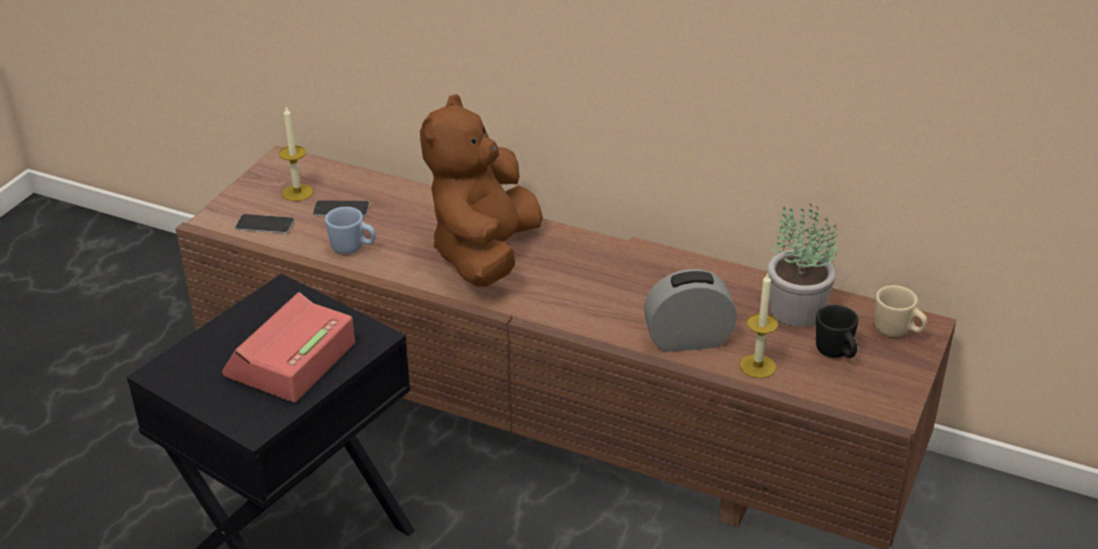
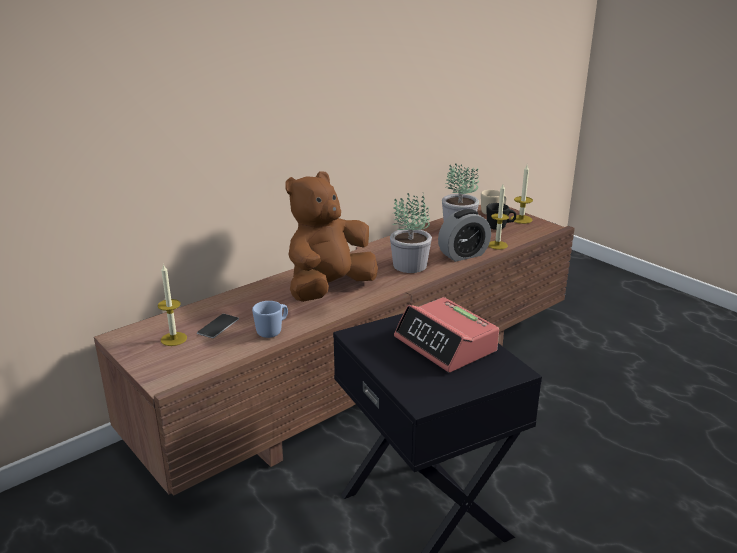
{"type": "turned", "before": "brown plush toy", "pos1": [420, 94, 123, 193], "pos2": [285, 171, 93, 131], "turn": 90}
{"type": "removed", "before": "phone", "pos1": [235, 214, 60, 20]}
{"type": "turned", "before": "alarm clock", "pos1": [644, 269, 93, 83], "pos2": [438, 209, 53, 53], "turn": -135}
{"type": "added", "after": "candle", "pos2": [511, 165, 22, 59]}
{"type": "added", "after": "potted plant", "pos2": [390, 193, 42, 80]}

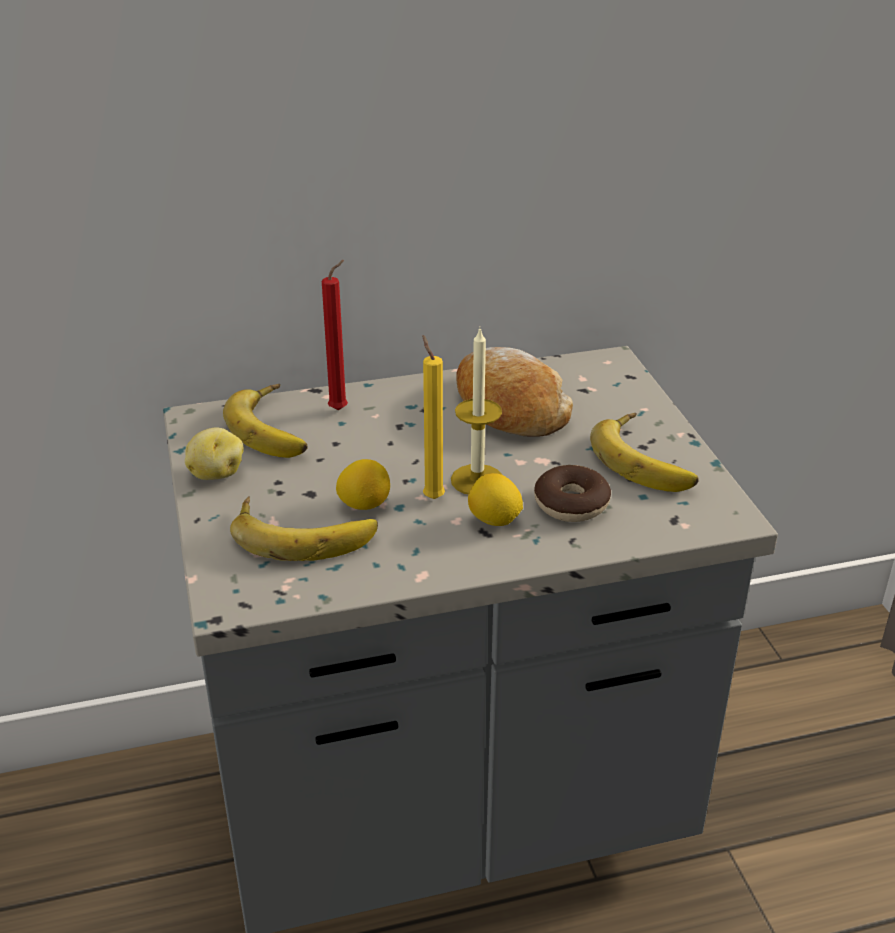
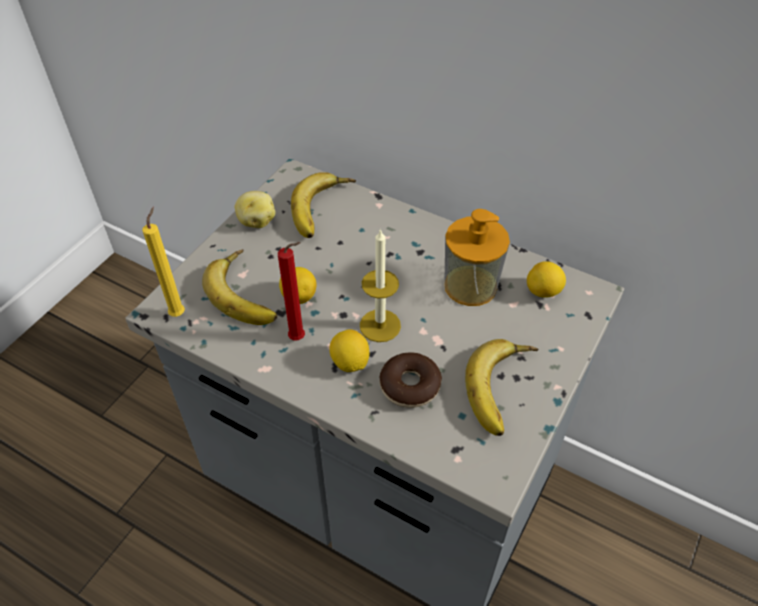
{"type": "moved", "before": "red candle", "pos1": [322, 260, 26, 150], "pos2": [278, 242, 27, 99]}
{"type": "moved", "before": "yellow candle", "pos1": [422, 335, 23, 164], "pos2": [142, 207, 43, 110]}
{"type": "replaced", "before": "bread", "after": "soap dispenser", "pos1": [456, 347, 117, 90], "pos2": [444, 209, 66, 97]}
{"type": "added", "after": "lemon", "pos2": [527, 261, 39, 37]}

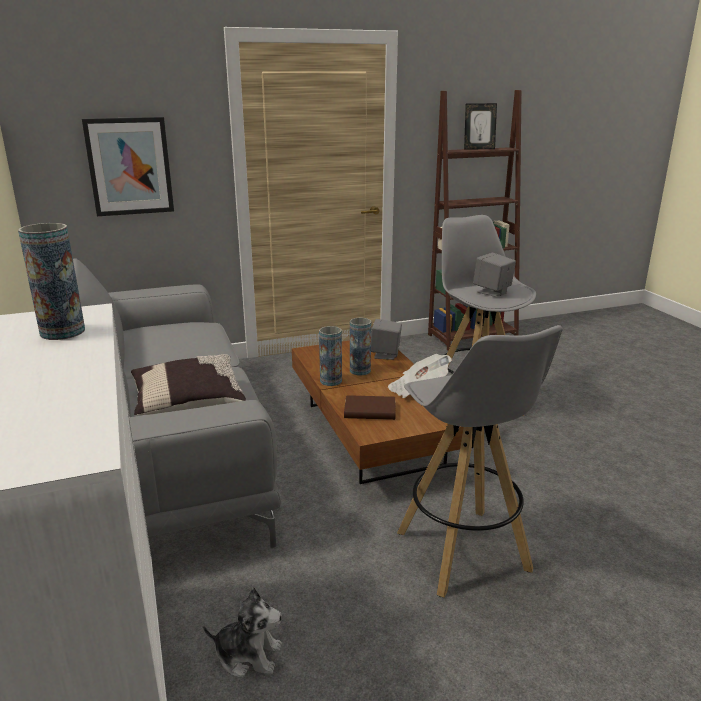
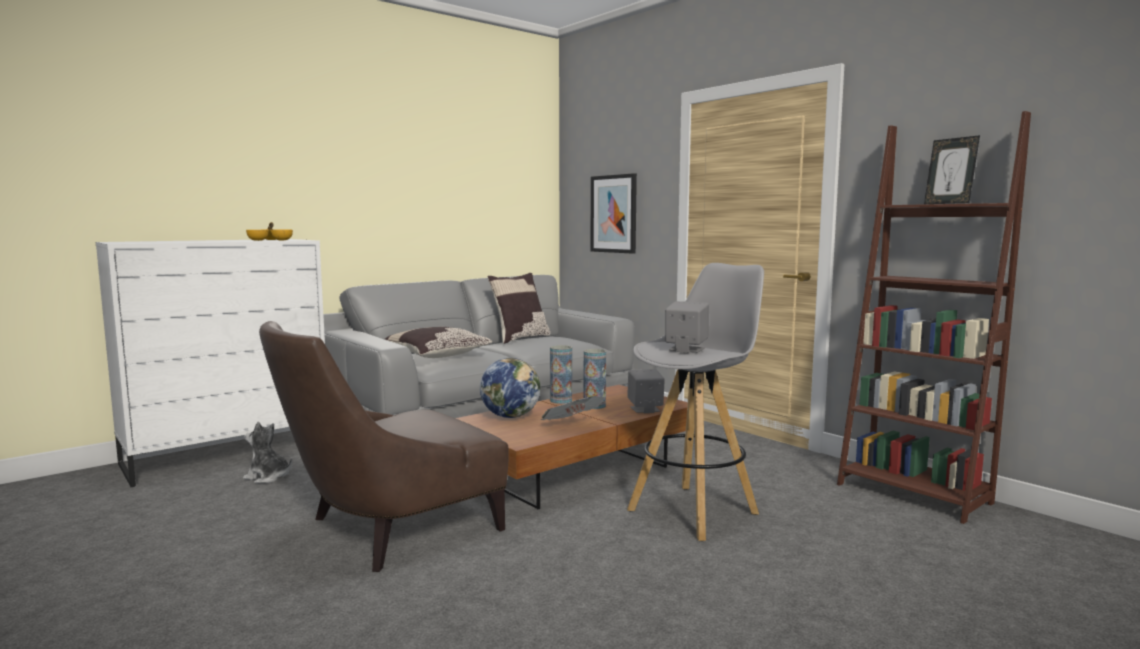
{"type": "replaced", "before": "vase", "after": "bowl", "pos1": [18, 223, 67, 117], "pos2": [246, 222, 47, 19]}
{"type": "replaced", "before": "grey stool", "after": "brown armchair", "pos1": [397, 325, 166, 273], "pos2": [259, 321, 250, 251]}
{"type": "replaced", "before": "brown book", "after": "globe", "pos1": [344, 395, 52, 25], "pos2": [480, 358, 60, 60]}
{"type": "turned", "before": "plush toy", "pos1": [203, 587, 79, 91], "pos2": [243, 422, 49, 61], "turn": 120}
{"type": "added", "after": "pillow", "pos2": [487, 273, 63, 71]}

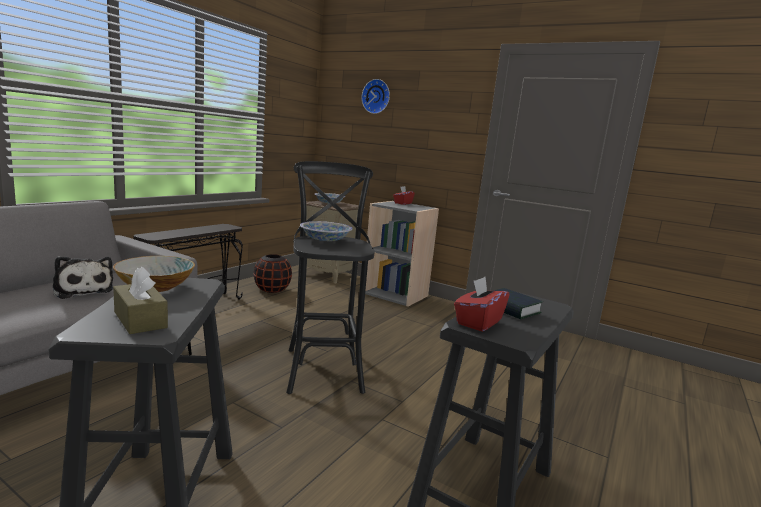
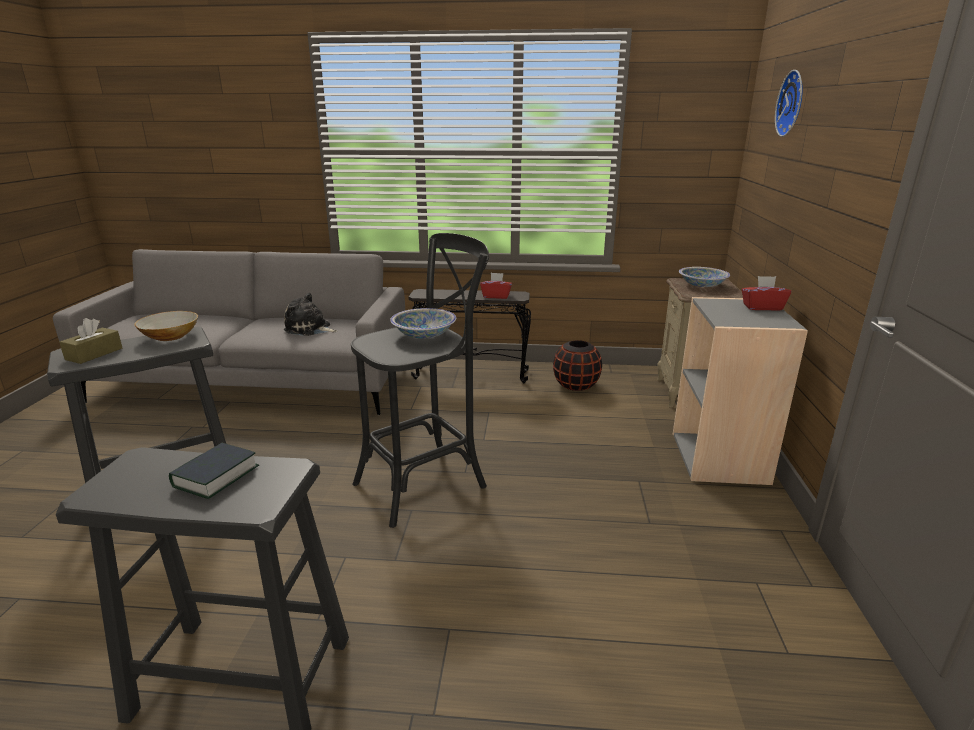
{"type": "turned", "before": "plush toy", "pos1": [53, 256, 60, 43], "pos2": [284, 293, 54, 43], "turn": 90}
{"type": "moved", "before": "red tissue box", "pos1": [454, 277, 56, 55], "pos2": [480, 273, 32, 26]}

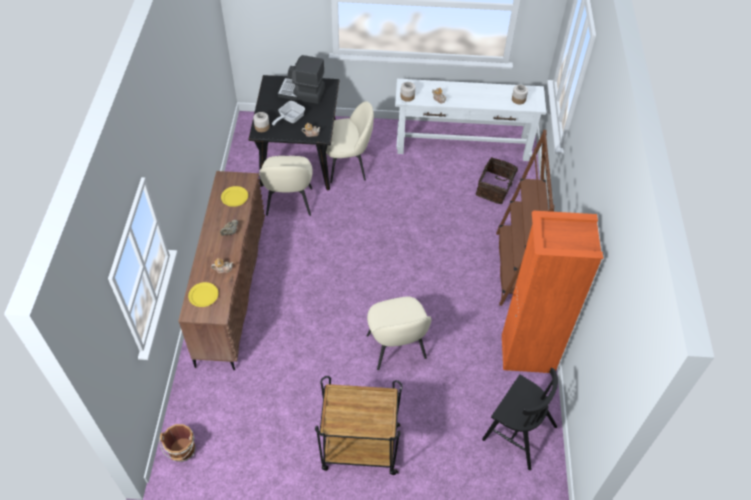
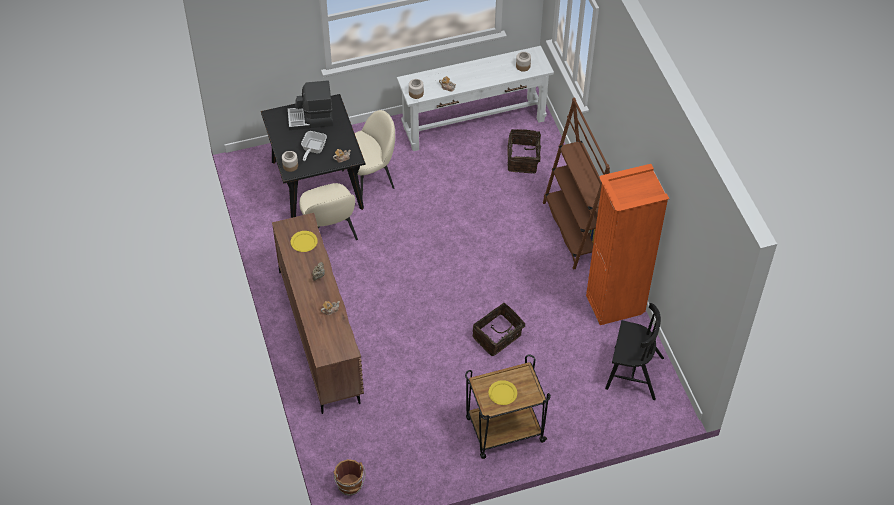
{"type": "moved", "before": "yellow plate", "pos1": [188, 282, 31, 25], "pos2": [488, 380, 29, 25]}
{"type": "replaced", "before": "beige chair", "after": "basket", "pos1": [366, 297, 65, 73], "pos2": [473, 303, 52, 53]}

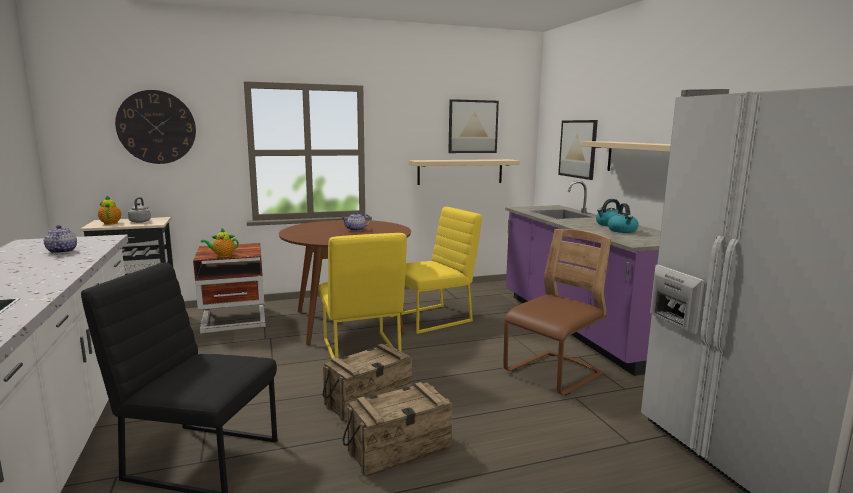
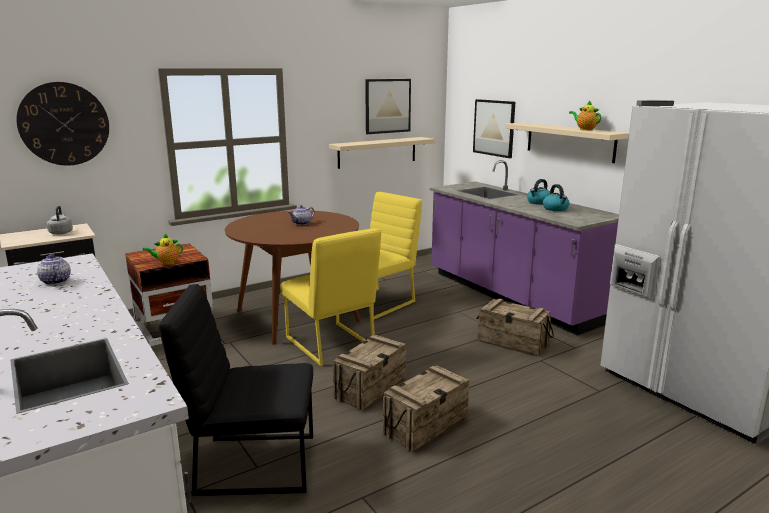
{"type": "moved", "before": "teapot", "pos1": [98, 195, 23, 30], "pos2": [569, 100, 32, 31]}
{"type": "replaced", "before": "brown chair", "after": "crate", "pos1": [503, 229, 108, 166], "pos2": [477, 298, 77, 59]}

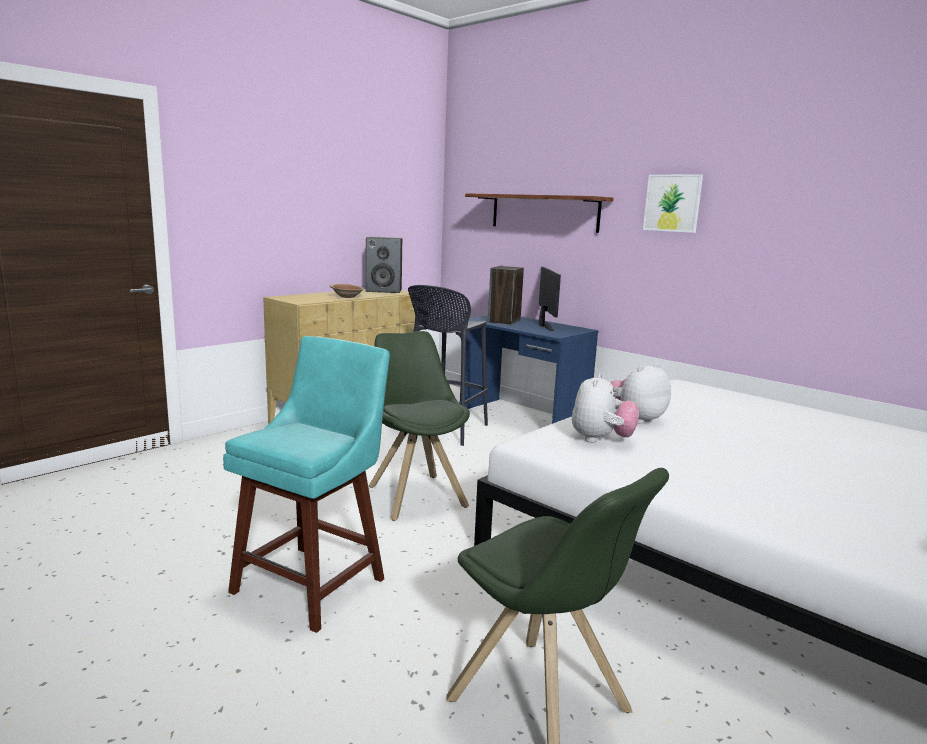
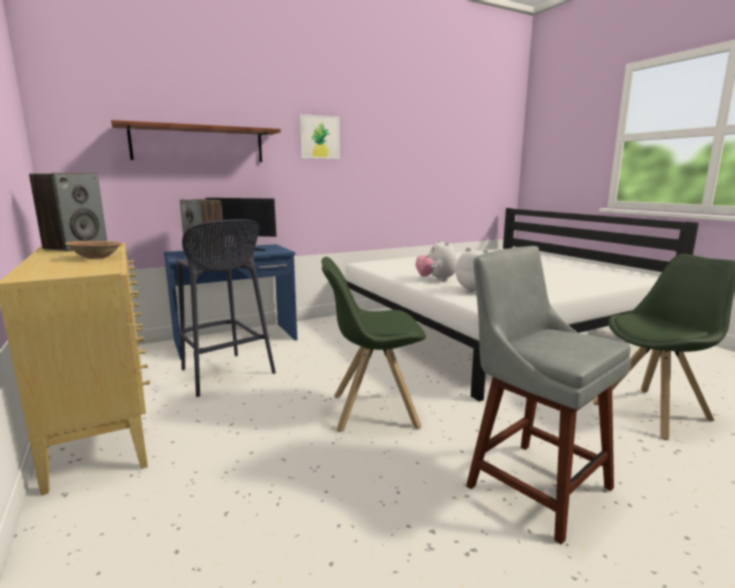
{"type": "recoloured", "before": "turquoise chair", "after": "grey chair", "pos1": [223, 336, 167, 297], "pos2": [466, 246, 165, 299]}

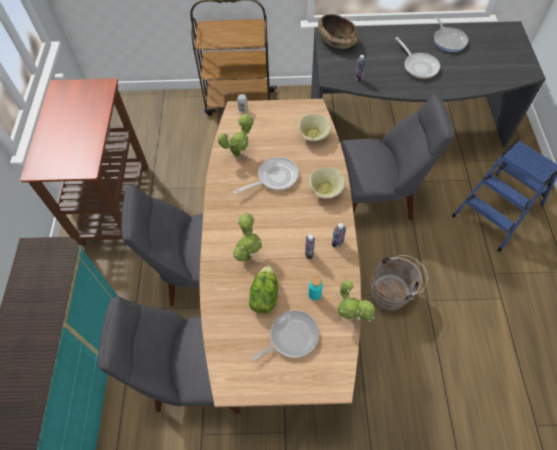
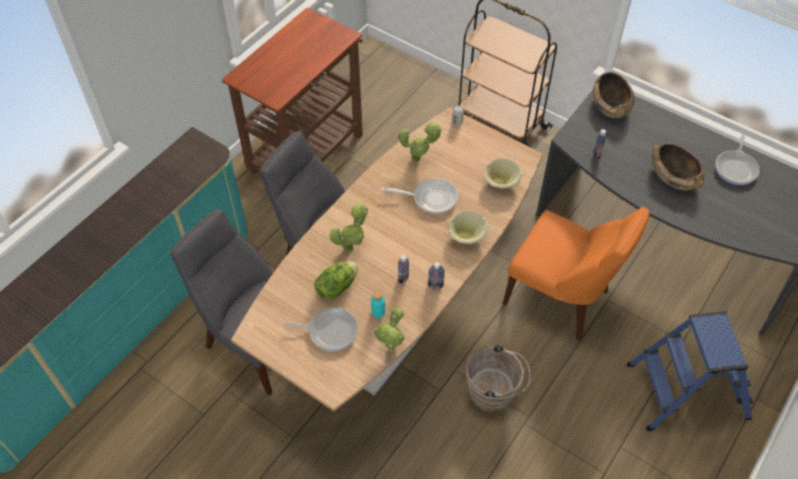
{"type": "replaced", "before": "frying pan", "after": "brown bowl", "pos1": [395, 37, 45, 42], "pos2": [652, 143, 53, 47]}
{"type": "recoloured", "before": "grey chair", "after": "orange chair", "pos1": [341, 94, 113, 126], "pos2": [503, 207, 147, 134]}

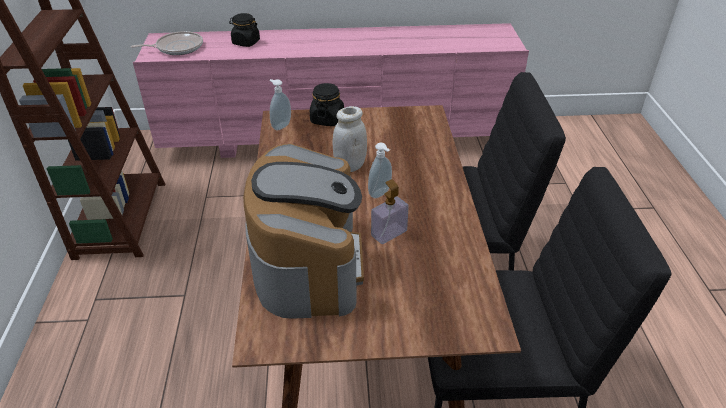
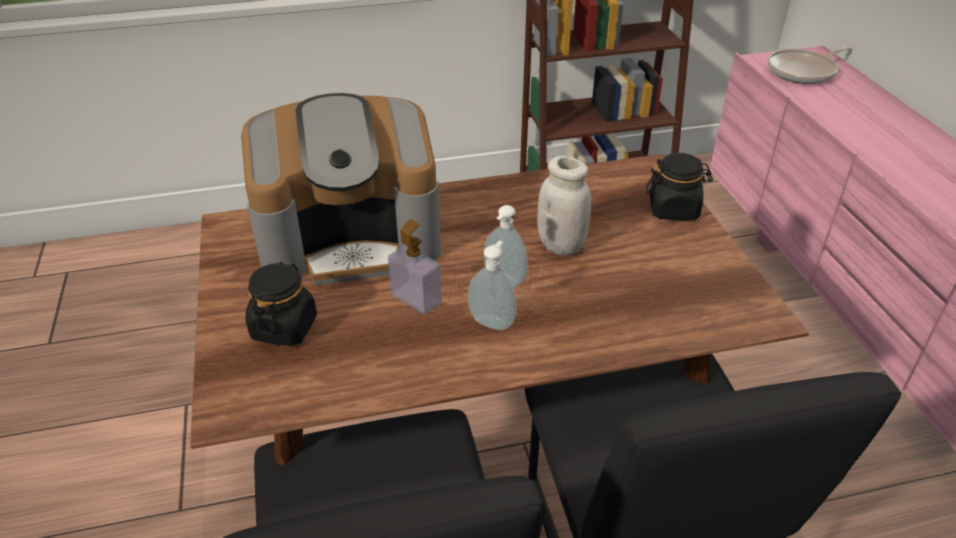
{"type": "moved", "before": "black jar", "pos1": [229, 13, 31, 34], "pos2": [245, 262, 72, 84]}
{"type": "turned", "before": "frying pan", "pos1": [131, 31, 72, 24], "pos2": [767, 46, 84, 38], "turn": 90}
{"type": "moved", "before": "soap dispenser", "pos1": [270, 79, 21, 51], "pos2": [468, 241, 49, 89]}

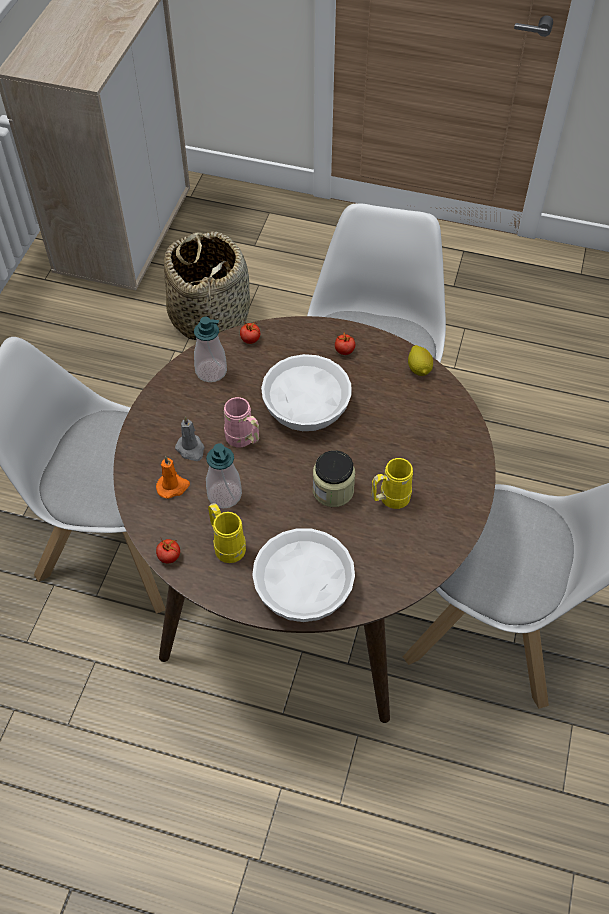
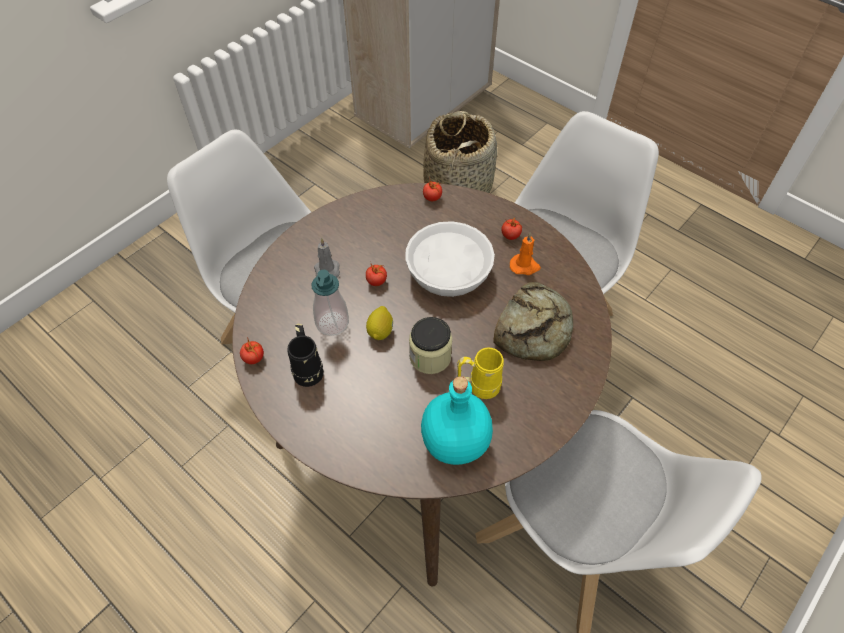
{"type": "removed", "before": "soap dispenser", "pos1": [194, 317, 33, 65]}
{"type": "moved", "before": "lemon", "pos1": [408, 345, 25, 31], "pos2": [366, 306, 27, 34]}
{"type": "replaced", "before": "pink mug", "after": "tomato", "pos1": [224, 397, 35, 50], "pos2": [366, 264, 21, 22]}
{"type": "moved", "before": "orange candle", "pos1": [156, 456, 34, 43], "pos2": [510, 233, 31, 42]}
{"type": "recoloured", "before": "yellow mug", "after": "black mug", "pos1": [208, 503, 38, 60], "pos2": [287, 323, 37, 64]}
{"type": "removed", "before": "white bowl", "pos1": [252, 528, 103, 94]}
{"type": "added", "after": "bread", "pos2": [493, 282, 80, 79]}
{"type": "added", "after": "turquoise bottle", "pos2": [421, 376, 72, 89]}

